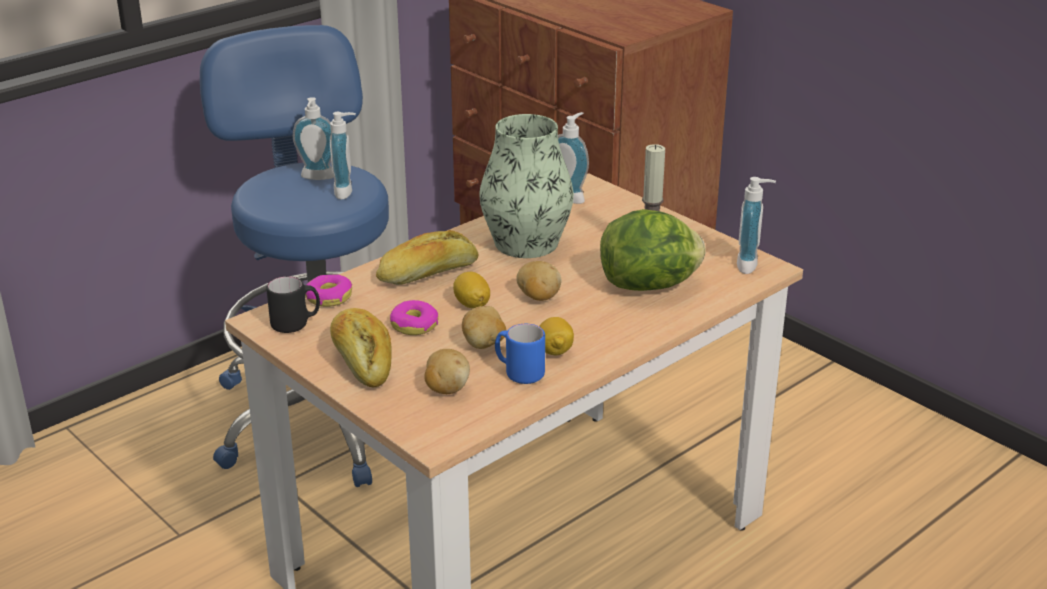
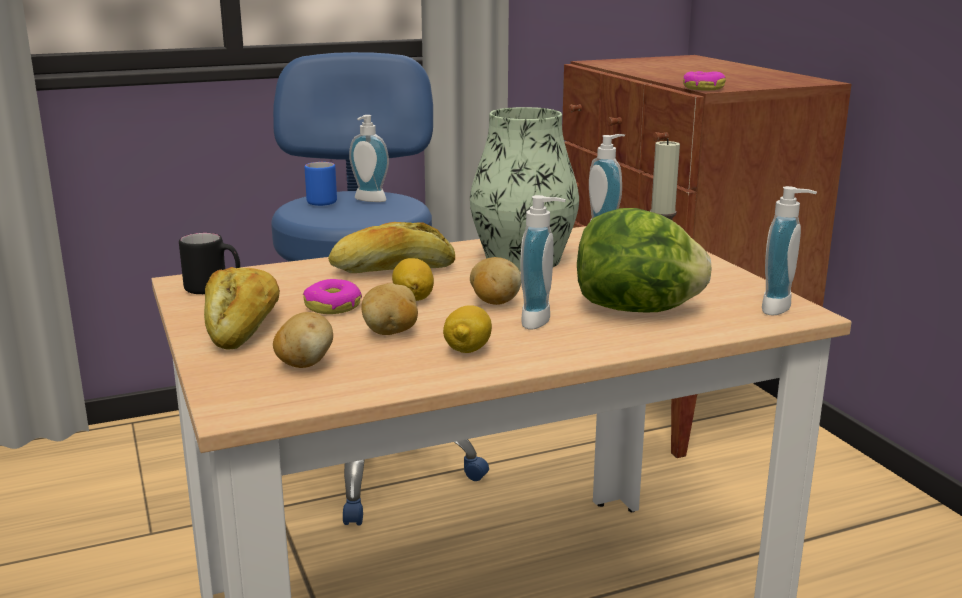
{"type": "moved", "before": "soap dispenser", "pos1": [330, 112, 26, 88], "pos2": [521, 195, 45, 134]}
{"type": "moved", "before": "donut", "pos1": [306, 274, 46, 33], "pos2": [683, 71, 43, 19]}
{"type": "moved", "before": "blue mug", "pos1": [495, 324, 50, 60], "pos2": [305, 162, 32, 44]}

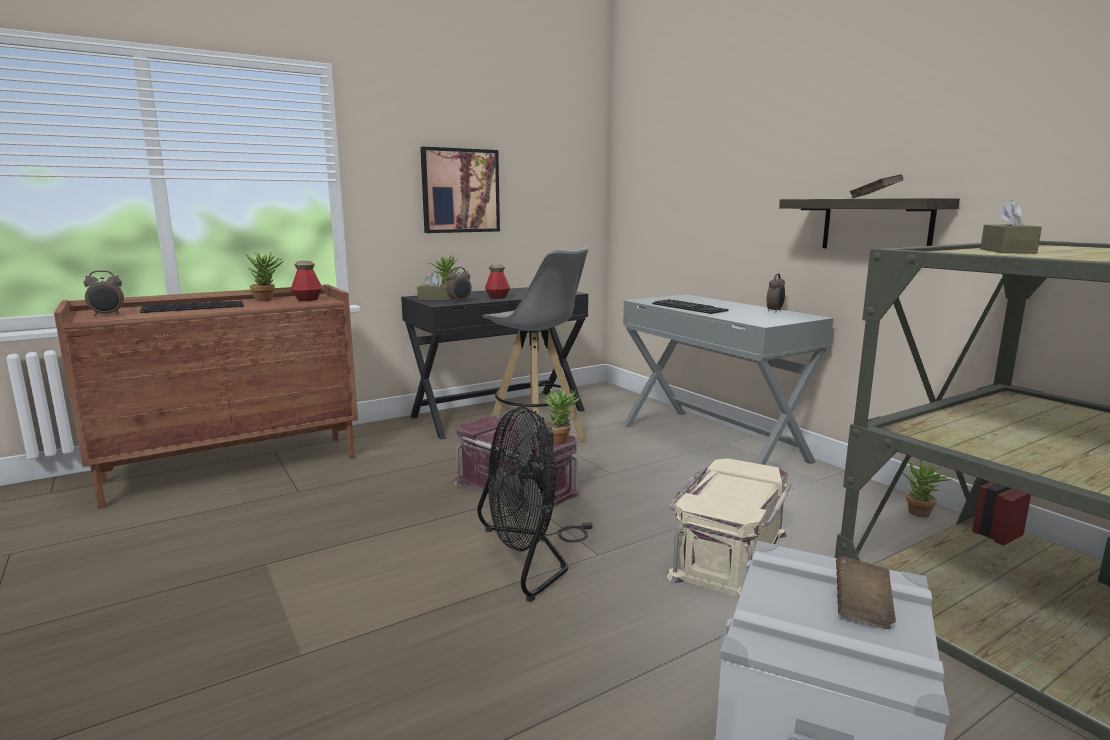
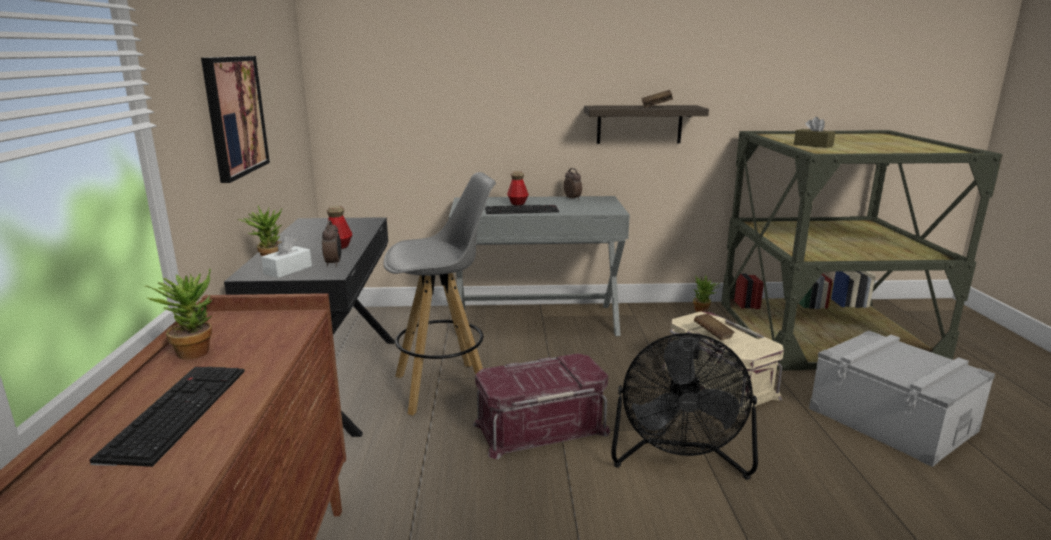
{"type": "moved", "before": "bottle", "pos1": [291, 261, 32, 40], "pos2": [507, 171, 22, 34]}
{"type": "removed", "before": "alarm clock", "pos1": [84, 270, 40, 46]}
{"type": "recoloured", "before": "brown tissue box", "after": "white tissue box", "pos1": [417, 273, 34, 27], "pos2": [261, 236, 51, 42]}
{"type": "removed", "before": "potted plant", "pos1": [539, 389, 42, 55]}
{"type": "moved", "before": "brown book", "pos1": [836, 556, 60, 73], "pos2": [694, 314, 41, 26]}

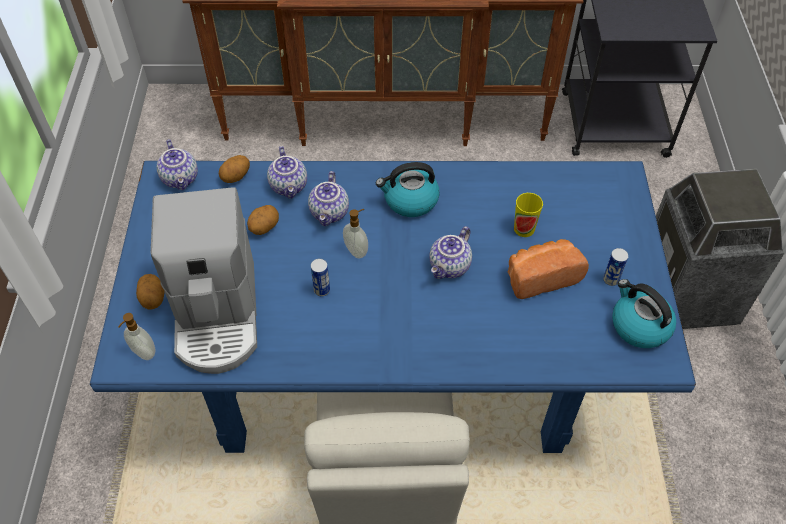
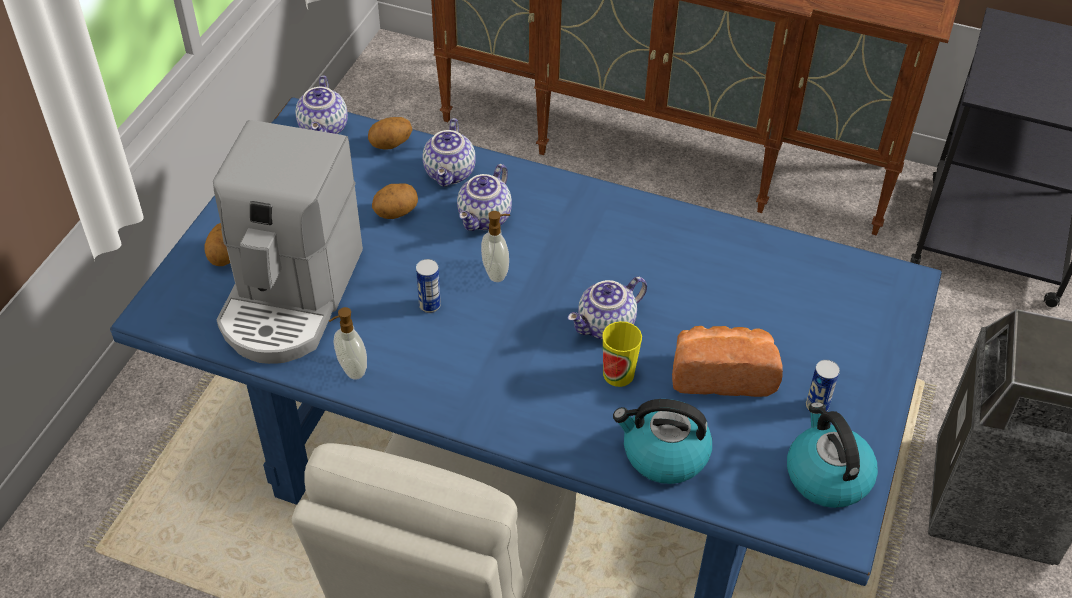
{"type": "moved", "before": "kettle", "pos1": [376, 162, 64, 55], "pos2": [613, 399, 99, 85]}
{"type": "moved", "before": "cup", "pos1": [514, 193, 29, 44], "pos2": [602, 321, 40, 66]}
{"type": "moved", "before": "soap dispenser", "pos1": [118, 313, 37, 47], "pos2": [329, 307, 38, 73]}

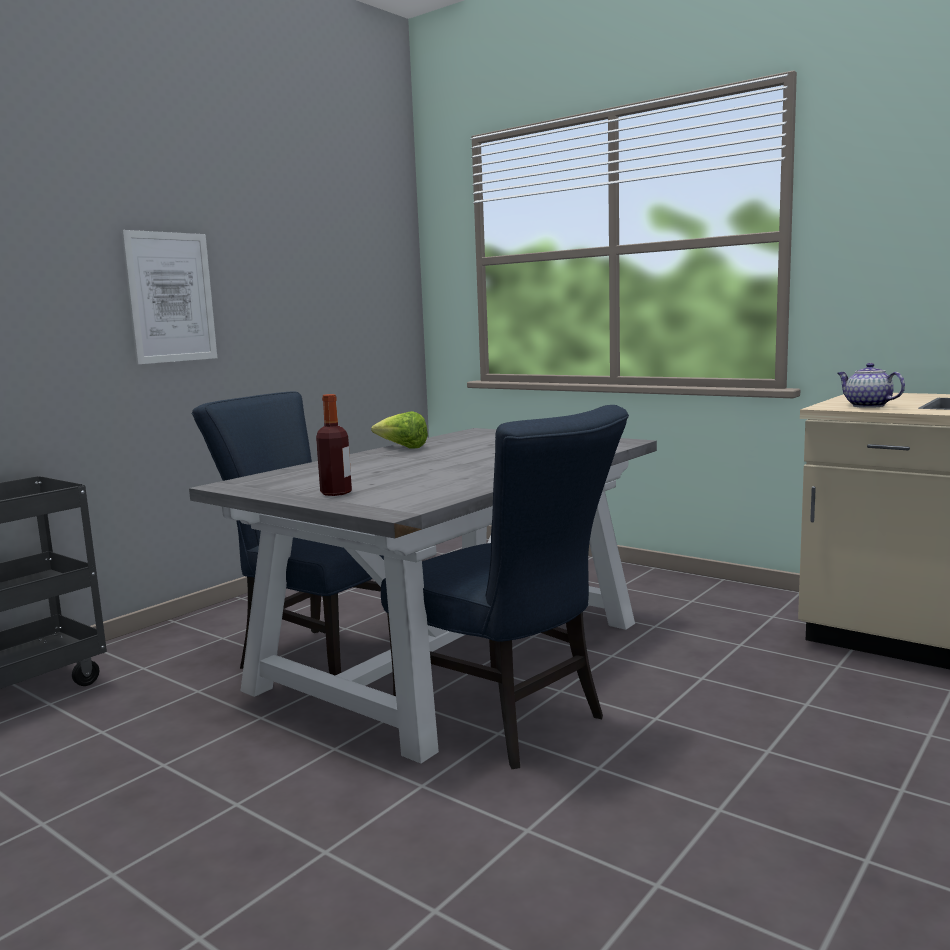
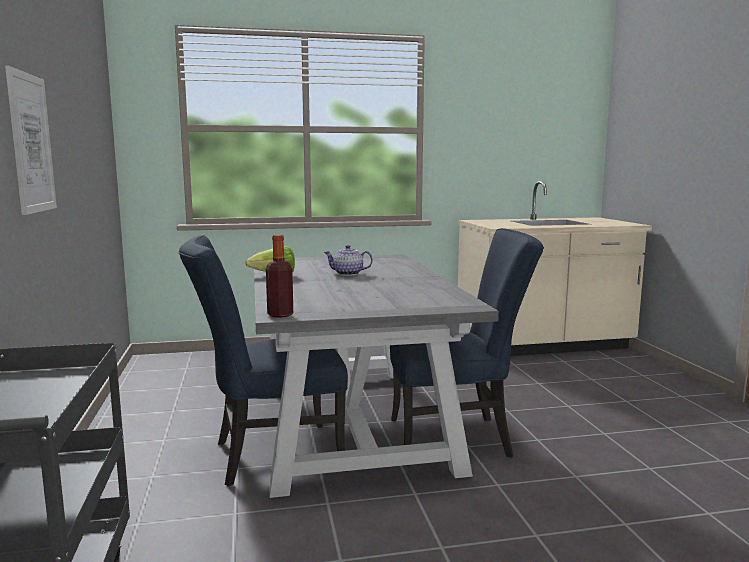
{"type": "moved", "before": "teapot", "pos1": [837, 363, 68, 45], "pos2": [324, 245, 49, 31]}
{"type": "moved", "before": "bottle", "pos1": [316, 394, 36, 102], "pos2": [266, 235, 27, 83]}

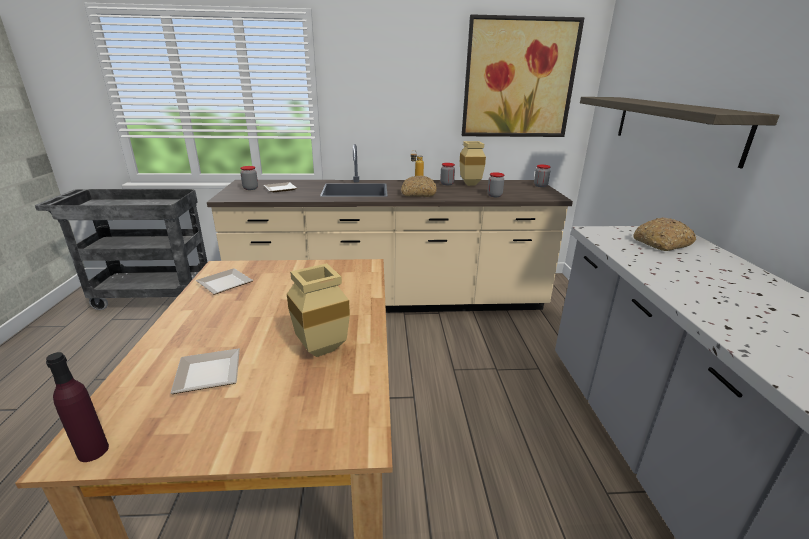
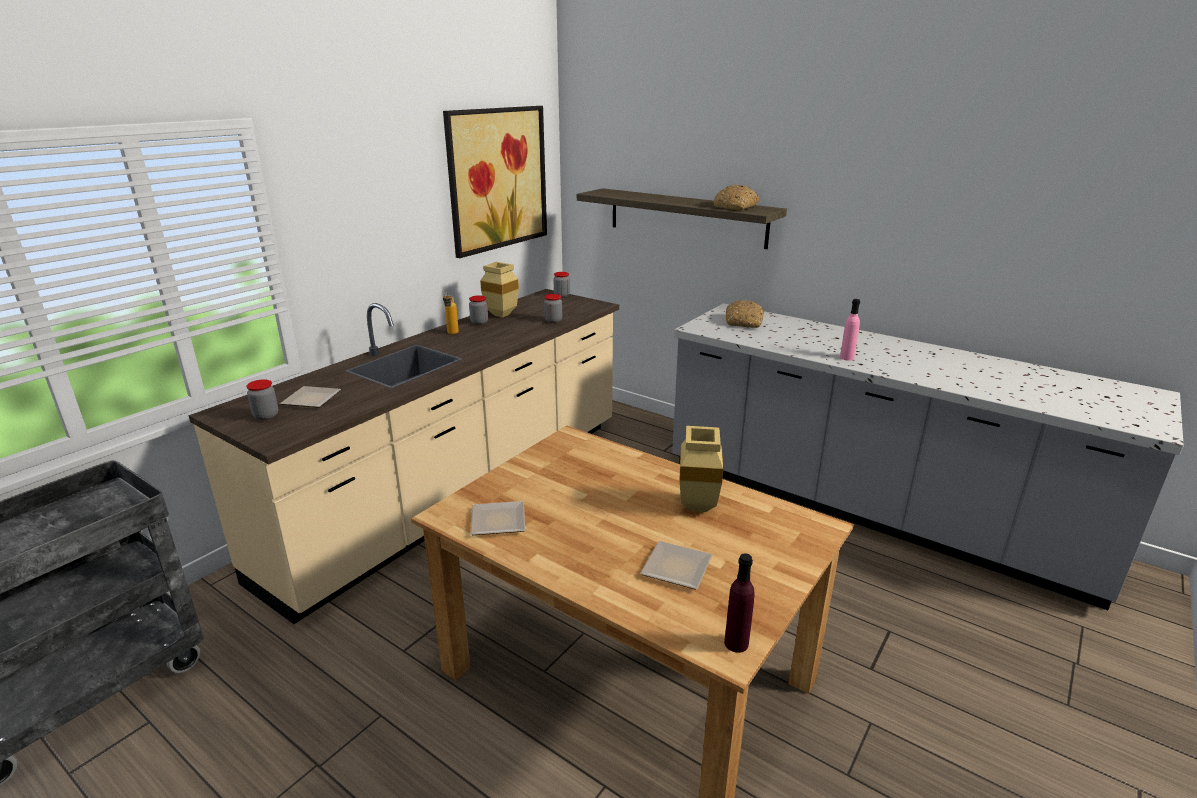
{"type": "moved", "before": "bread", "pos1": [401, 176, 36, 21], "pos2": [714, 185, 45, 25]}
{"type": "added", "after": "pink bottle", "pos2": [840, 299, 20, 62]}

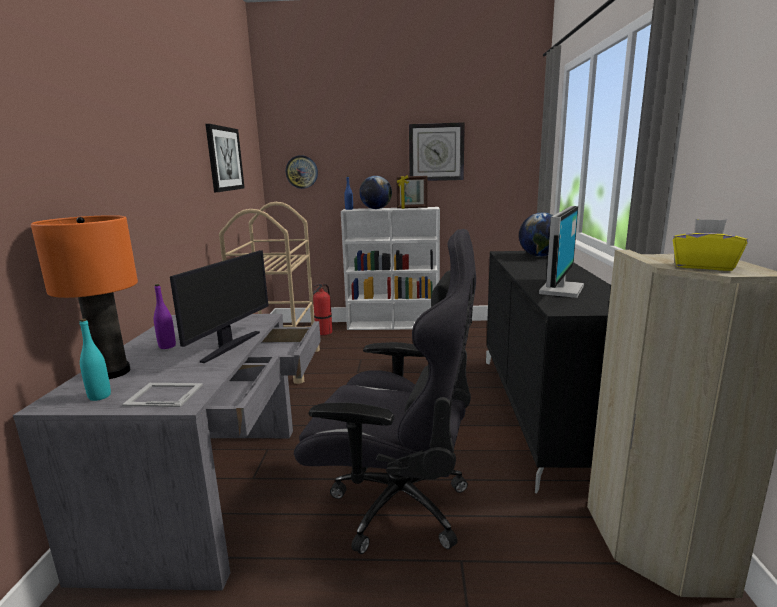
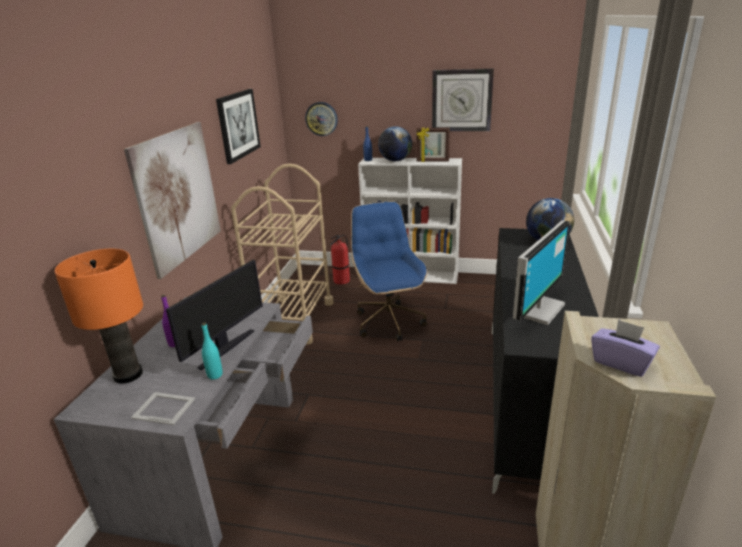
{"type": "recoloured", "before": "yellow tissue box", "after": "purple tissue box", "pos1": [673, 219, 75, 52], "pos2": [591, 319, 69, 58]}
{"type": "removed", "before": "black office chair", "pos1": [294, 229, 182, 325]}
{"type": "moved", "before": "turquoise bottle", "pos1": [80, 318, 31, 83], "pos2": [201, 322, 22, 58]}
{"type": "added", "after": "picture", "pos2": [124, 122, 97, 157]}
{"type": "added", "after": "blue office chair", "pos2": [351, 202, 76, 139]}

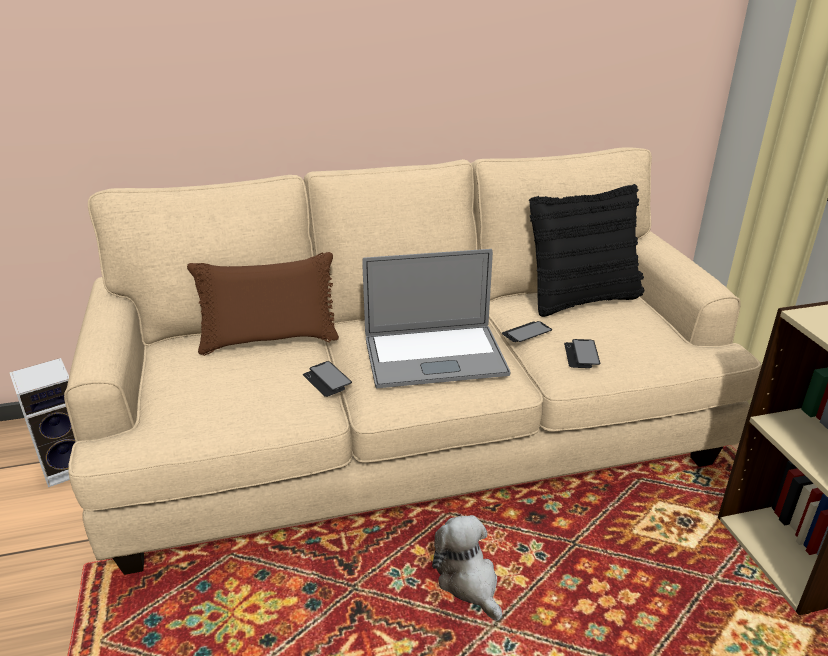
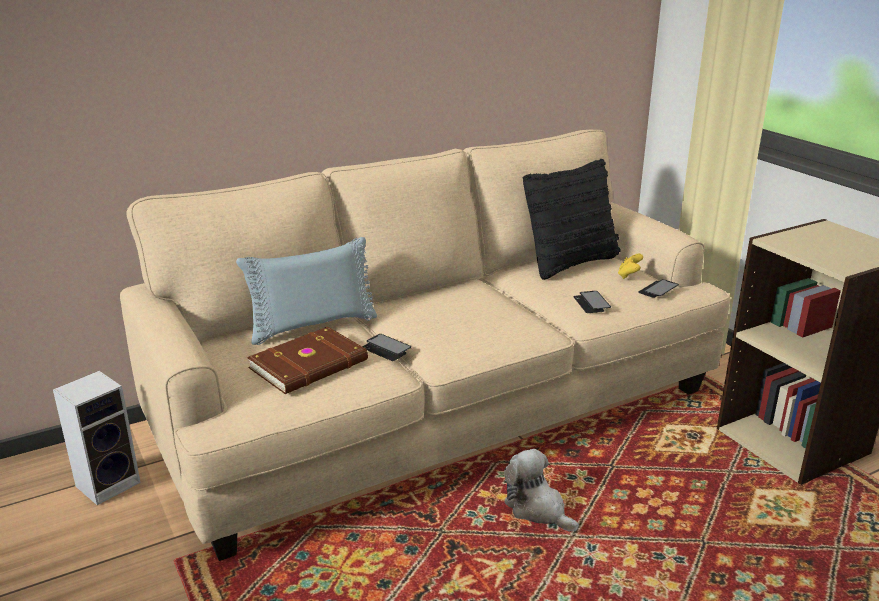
{"type": "removed", "before": "laptop", "pos1": [362, 249, 148, 139]}
{"type": "recoloured", "before": "brown pillow", "after": "blue pillow", "pos1": [187, 252, 152, 104], "pos2": [236, 237, 141, 108]}
{"type": "moved", "before": "phone", "pos1": [502, 321, 50, 21], "pos2": [638, 279, 41, 19]}
{"type": "added", "after": "yellow game controller", "pos2": [618, 254, 25, 25]}
{"type": "added", "after": "brown book", "pos2": [247, 327, 121, 67]}

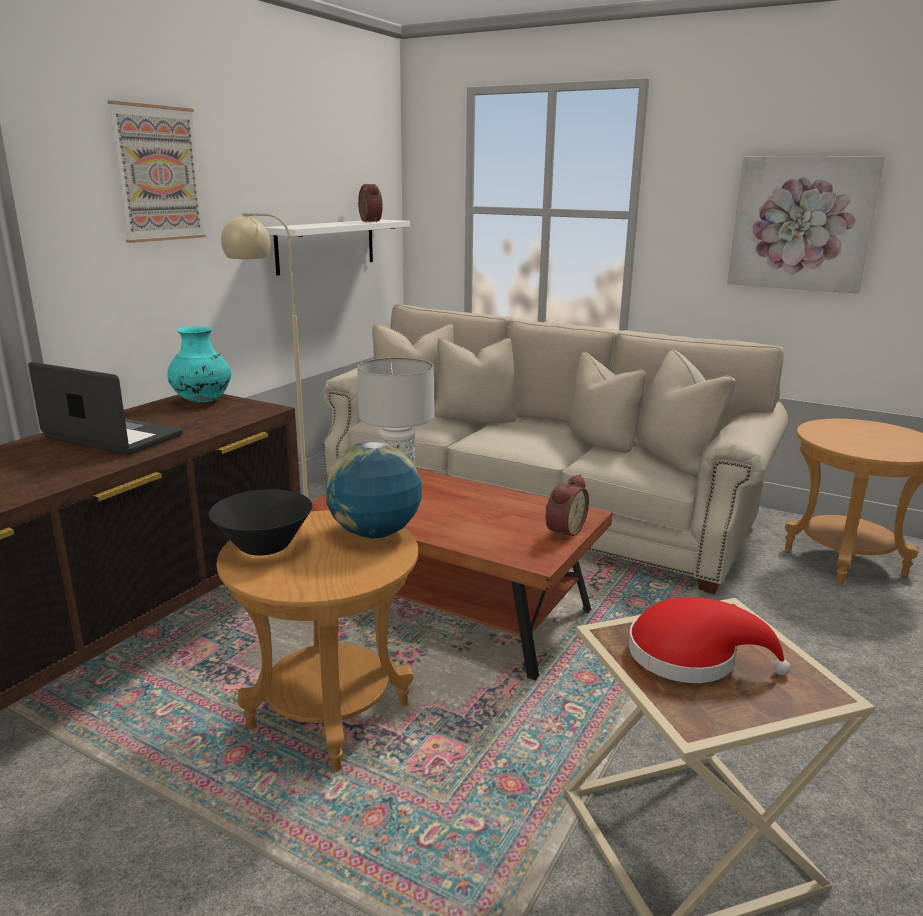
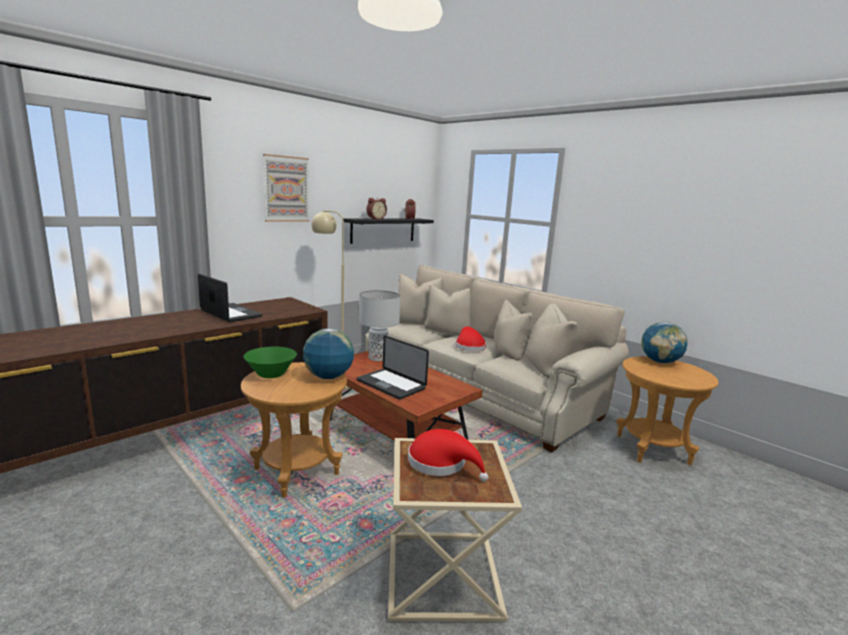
{"type": "removed", "before": "picture", "pos1": [727, 156, 158, 138]}
{"type": "recoloured", "before": "white shelf", "after": "black shelf", "pos1": [265, 220, 145, 56], "pos2": [343, 218, 91, 26]}
{"type": "removed", "before": "turquoise vase", "pos1": [167, 326, 64, 76]}
{"type": "moved", "before": "alarm clock", "pos1": [545, 474, 44, 66], "pos2": [367, 198, 20, 22]}
{"type": "recoloured", "before": "black bowl", "after": "green bowl", "pos1": [209, 489, 103, 67], "pos2": [244, 347, 53, 31]}
{"type": "added", "after": "globe", "pos2": [641, 322, 47, 41]}
{"type": "added", "after": "red hat", "pos2": [455, 327, 31, 25]}
{"type": "added", "after": "laptop", "pos2": [357, 335, 72, 65]}

